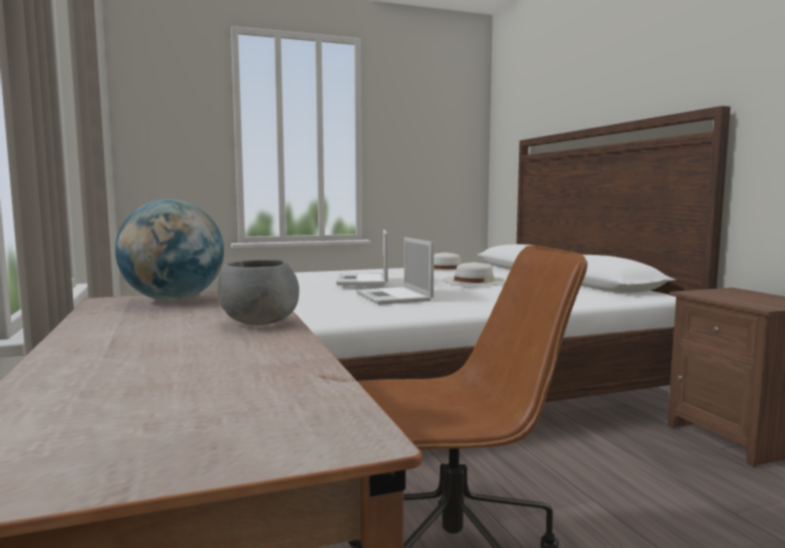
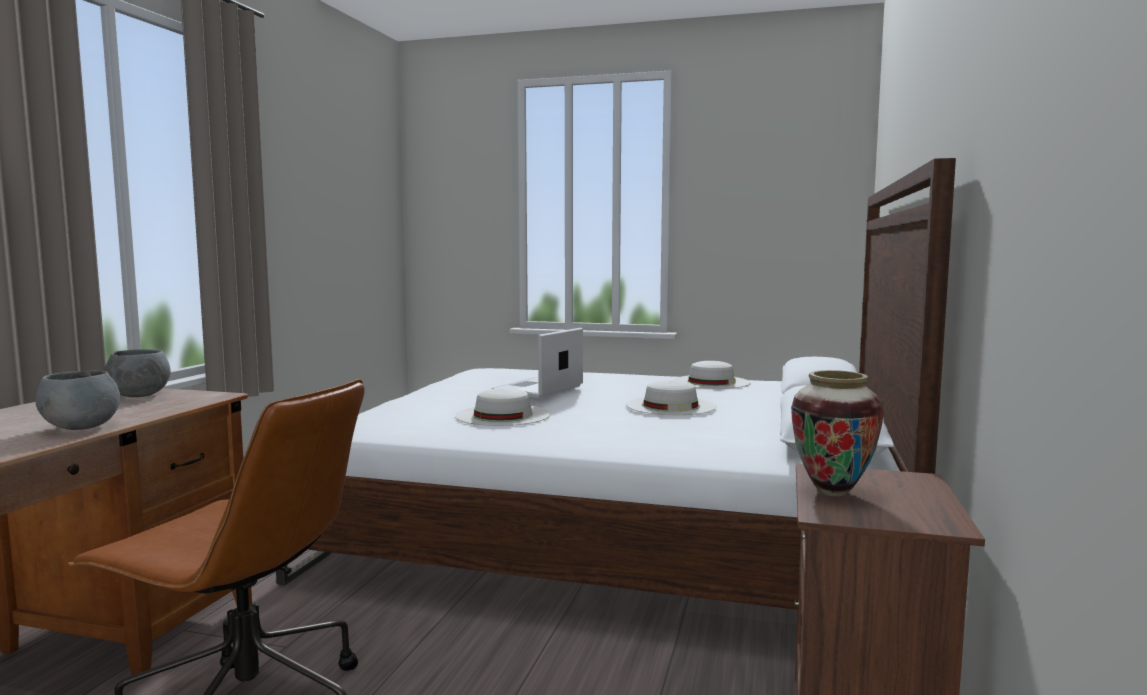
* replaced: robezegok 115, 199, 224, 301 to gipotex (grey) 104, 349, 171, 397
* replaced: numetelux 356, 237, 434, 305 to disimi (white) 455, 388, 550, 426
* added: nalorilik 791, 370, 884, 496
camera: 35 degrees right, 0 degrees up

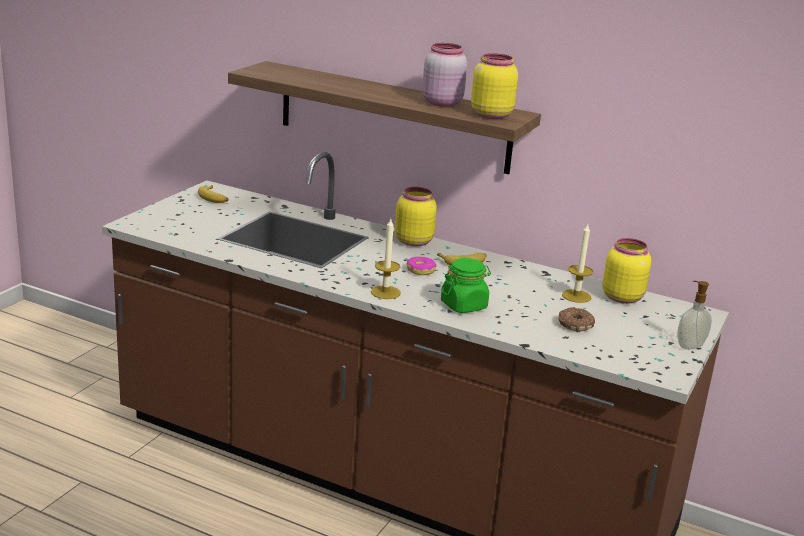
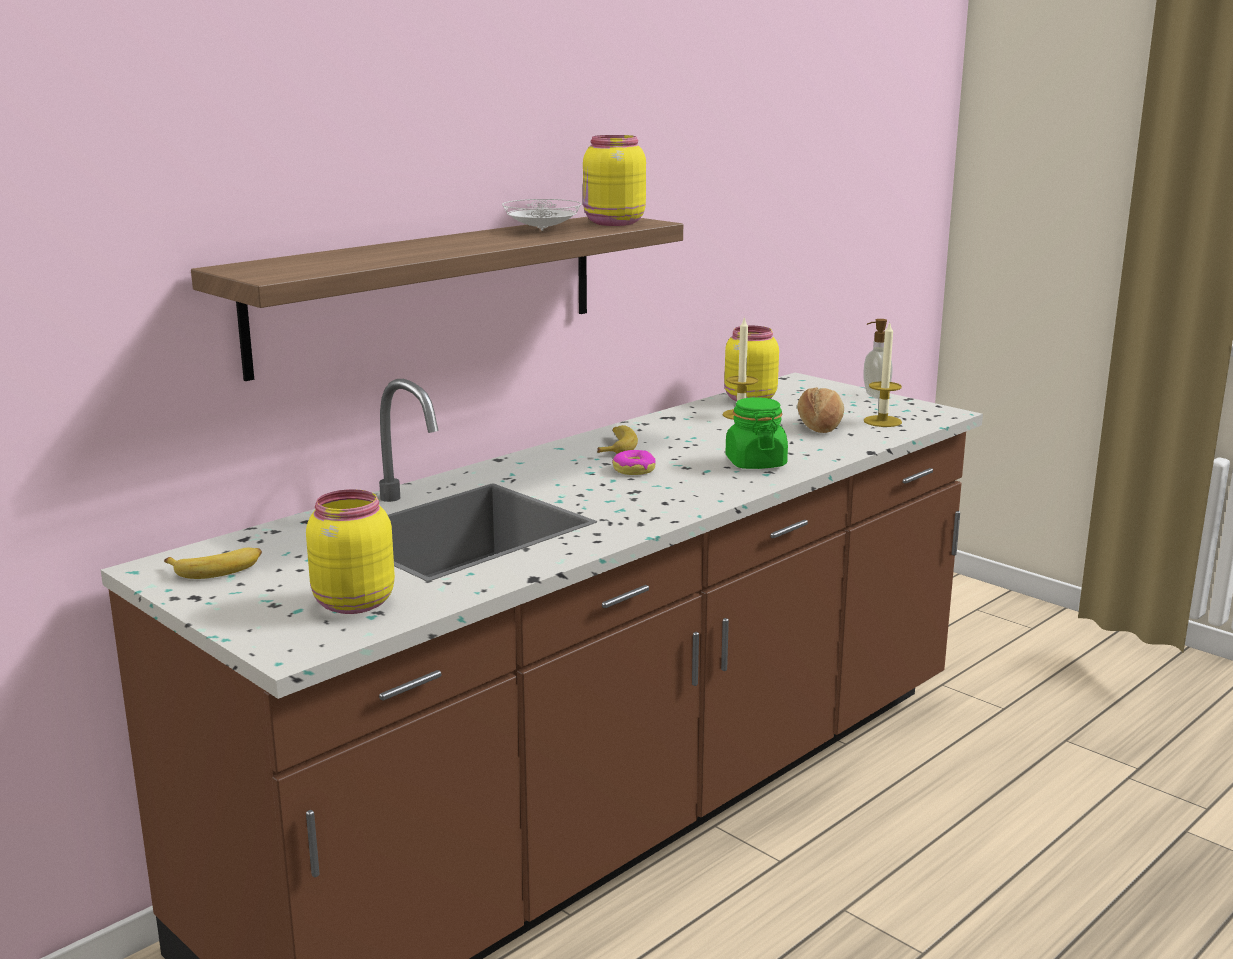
* moved: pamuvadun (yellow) 395, 187, 437, 247 to 306, 489, 395, 614
* replaced: pamuvadun (pink) 422, 43, 467, 107 to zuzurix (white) 502, 199, 581, 231
* replaced: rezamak 558, 307, 595, 331 to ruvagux 797, 387, 844, 433
* moved: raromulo 371, 219, 401, 299 to 864, 321, 902, 427
camera: 70 degrees left, 5 degrees down

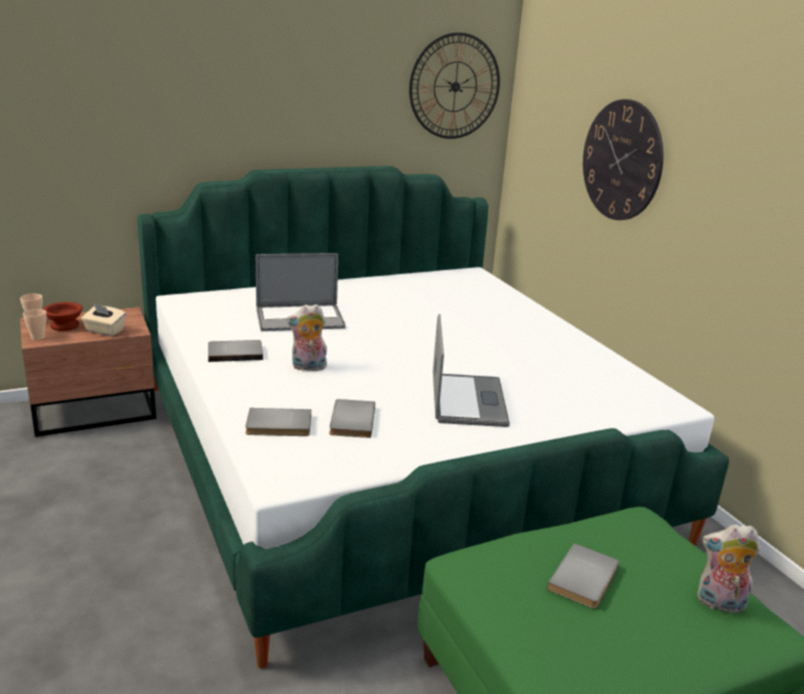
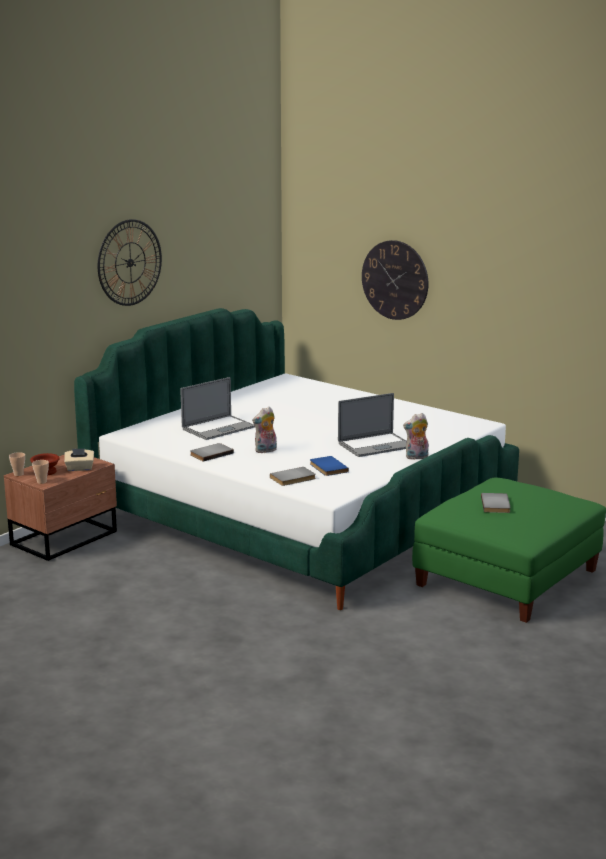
* moved: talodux 409, 32, 500, 139 to 98, 219, 162, 306
* recoloured: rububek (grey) 330, 399, 375, 438 to rububek (blue) 310, 456, 349, 476
* turned: numetelux 433, 314, 510, 427 = 338, 393, 407, 457 90 degrees clockwise
* moved: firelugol 697, 524, 760, 613 to 403, 413, 429, 460
camera: 25 degrees left, 5 degrees down

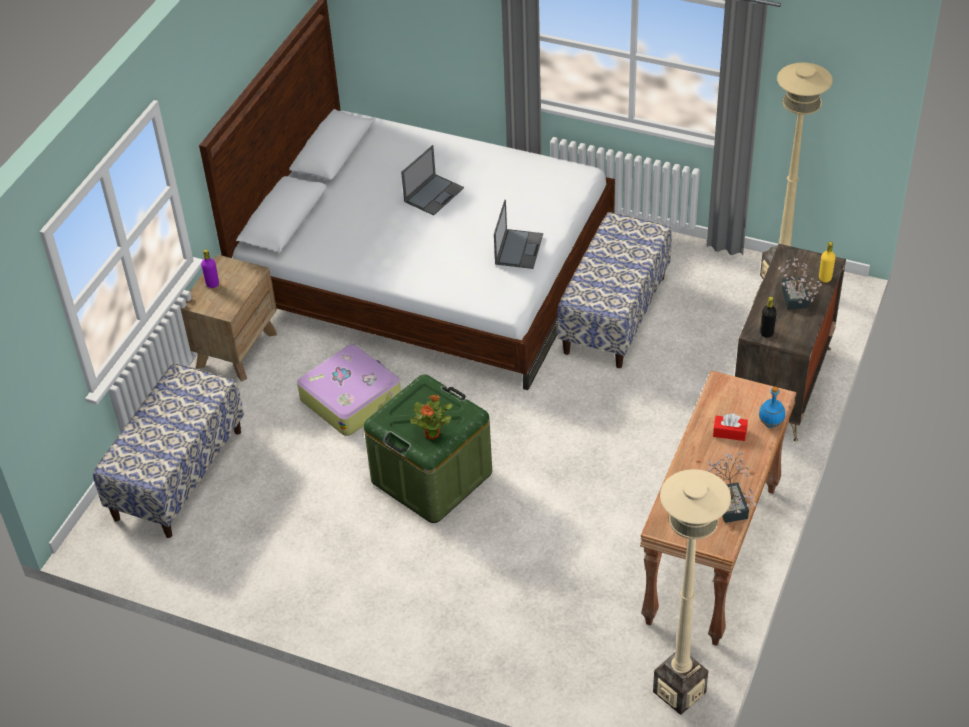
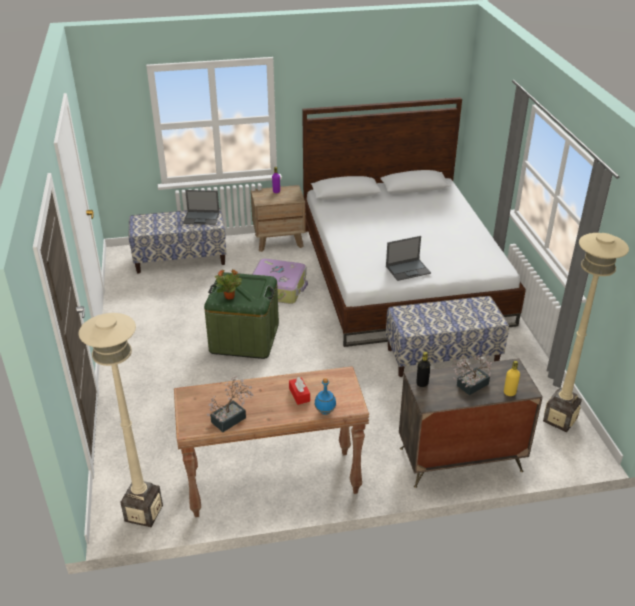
* moved: numetelux 401, 145, 464, 215 to 183, 190, 220, 225
camera: 55 degrees right, 10 degrees down

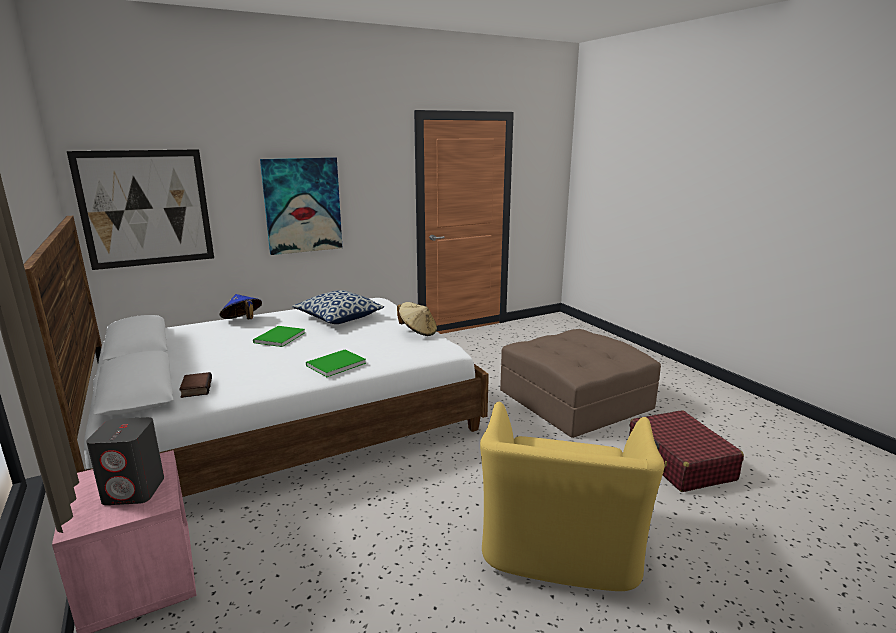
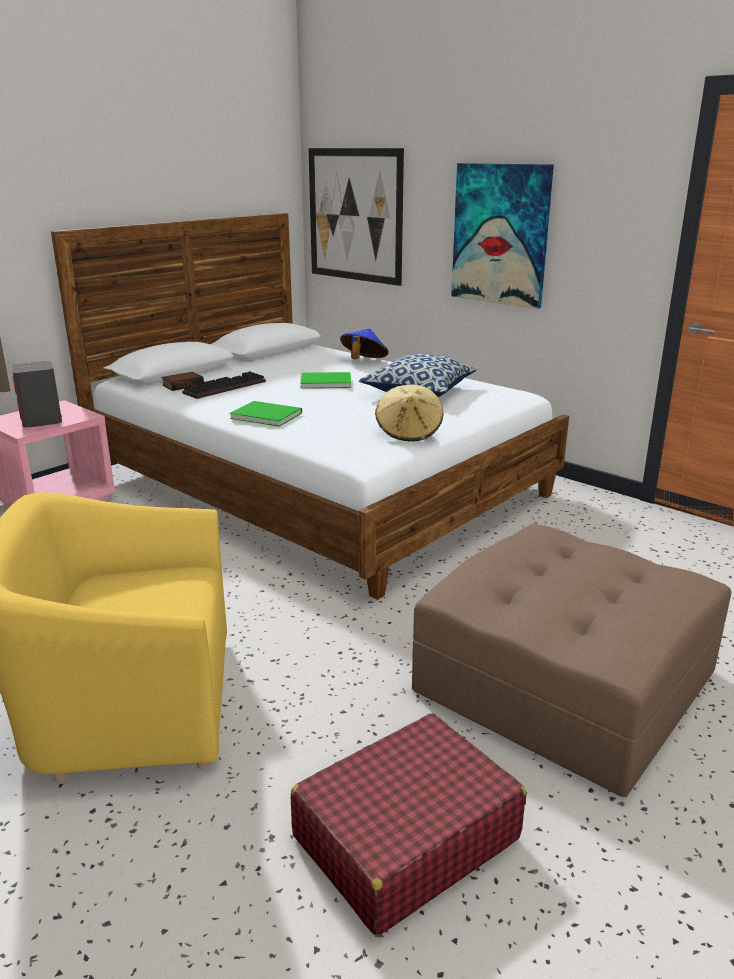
* added: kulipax 182, 371, 266, 399
camera: 70 degrees right, 5 degrees up

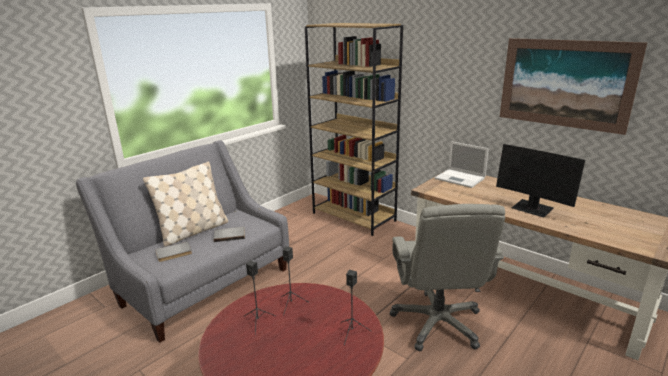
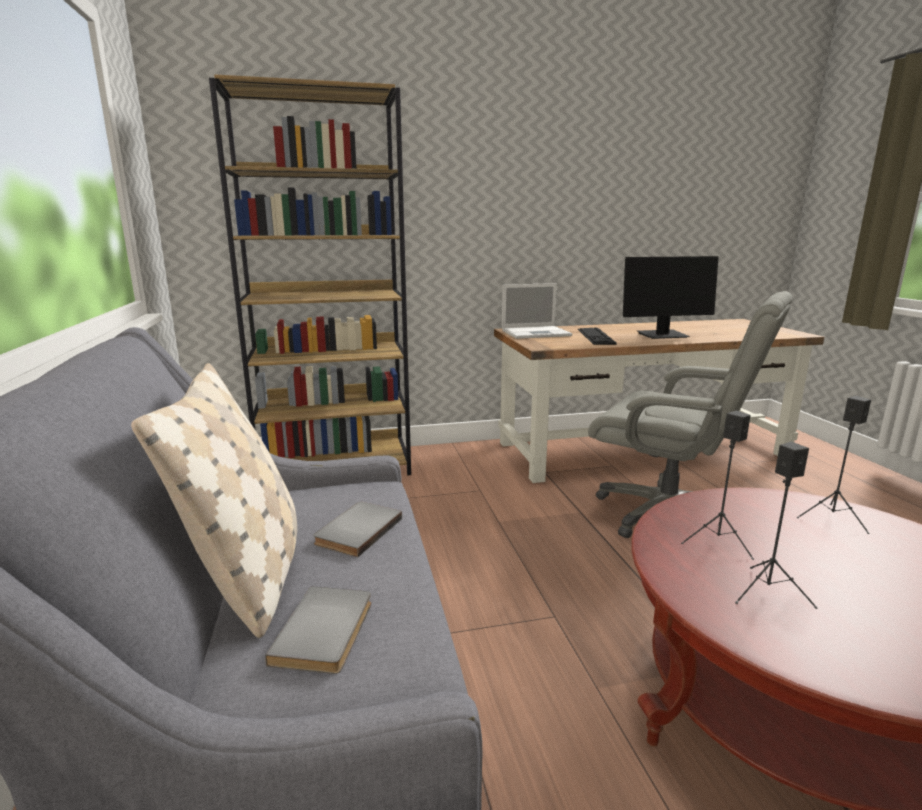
* added: kulipax 578, 327, 617, 345
* removed: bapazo 500, 38, 647, 135
camera: 55 degrees left, 5 degrees down

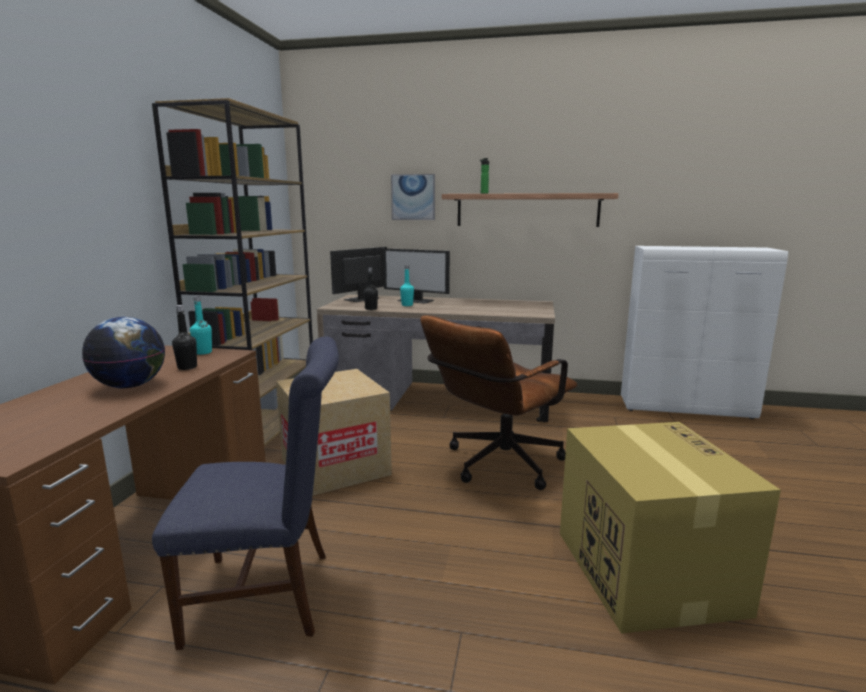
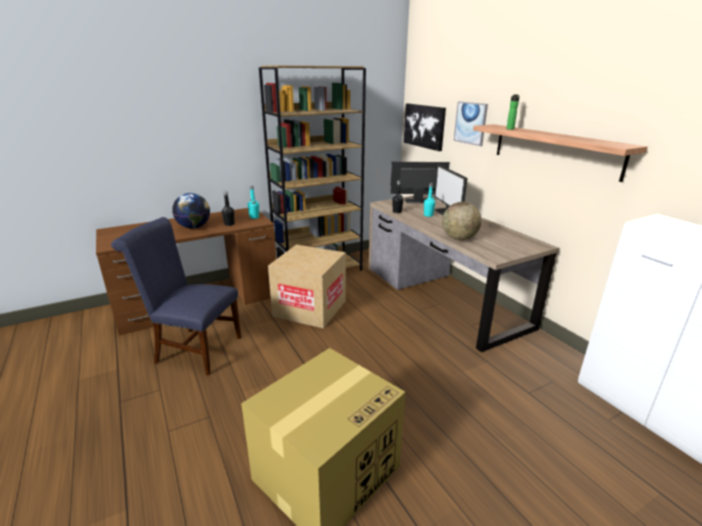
* turned: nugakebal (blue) 152, 337, 339, 650 = 111, 217, 241, 376 150 degrees clockwise
* added: bapazo 404, 103, 446, 151
* added: robezegok 442, 202, 482, 240
* removed: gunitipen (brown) 420, 315, 577, 490
camera: 50 degrees right, 10 degrees up

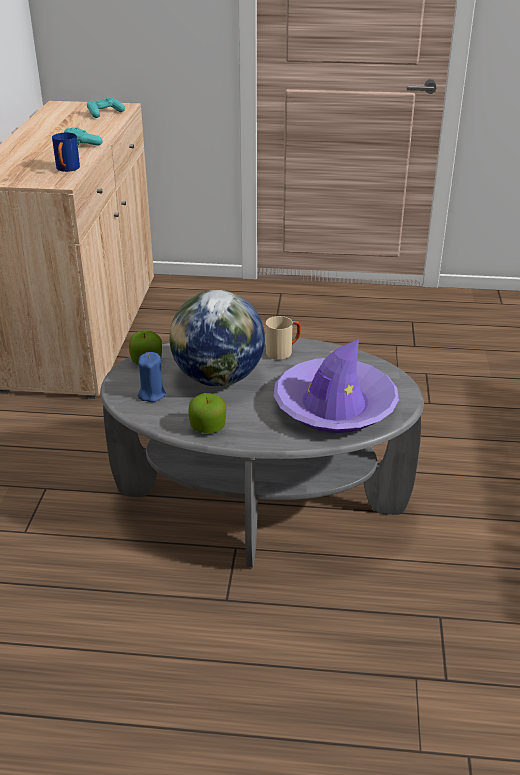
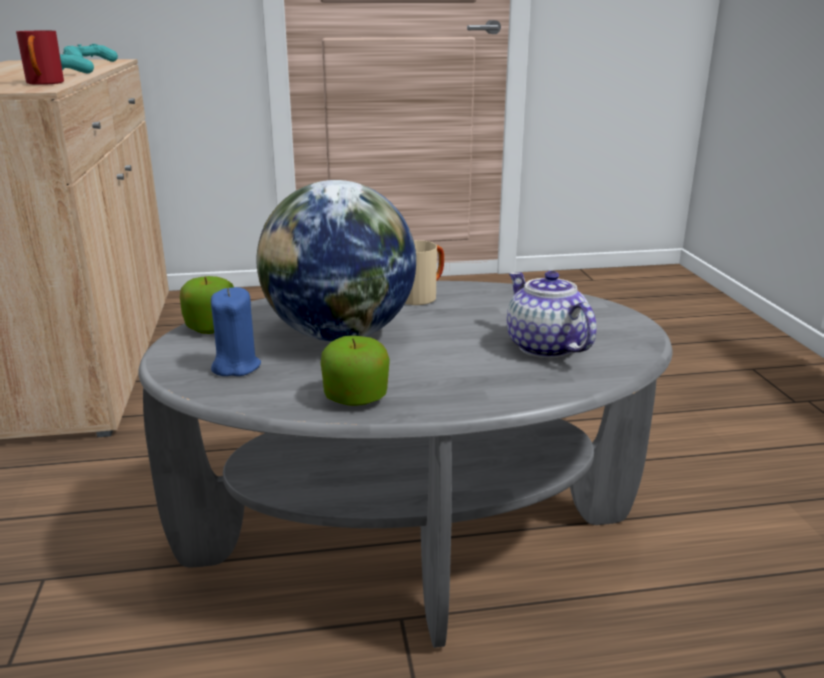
* recoloured: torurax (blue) 52, 133, 80, 172 to torurax (red) 16, 31, 64, 85
* replaced: disimi (purple) 273, 339, 399, 433 to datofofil 507, 271, 597, 359
camera: 15 degrees left, 10 degrees down

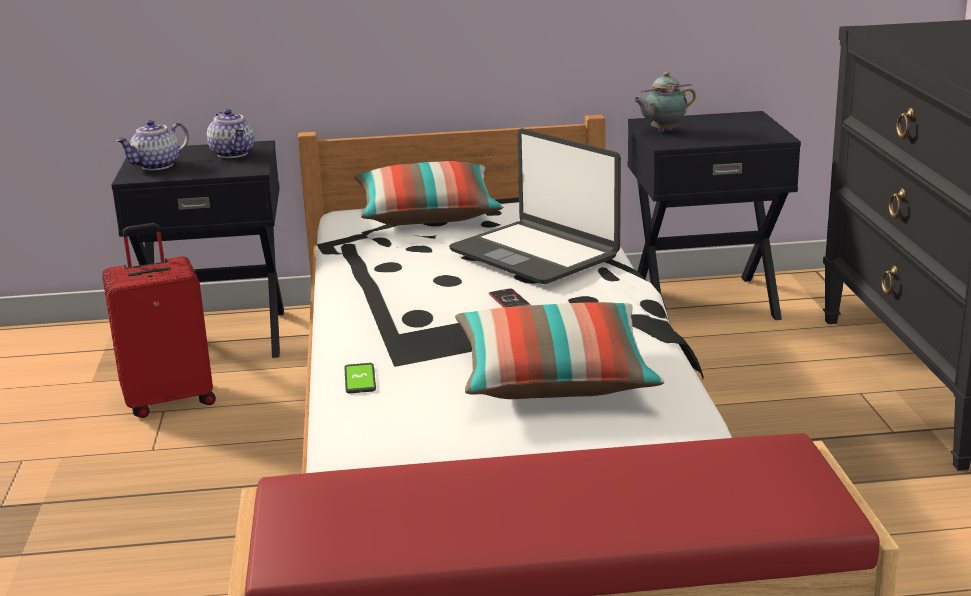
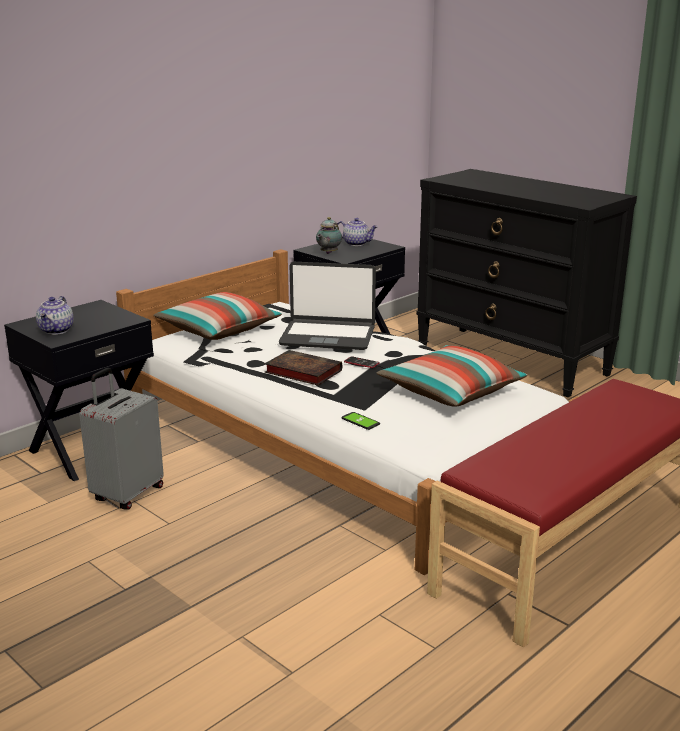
* recoloured: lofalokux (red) 102, 223, 216, 418 to lofalokux (grey) 79, 368, 164, 510
* added: rububek 264, 350, 342, 385
* moved: datofofil 207, 109, 255, 158 to 338, 218, 378, 246
camera: 40 degrees left, 0 degrees up

